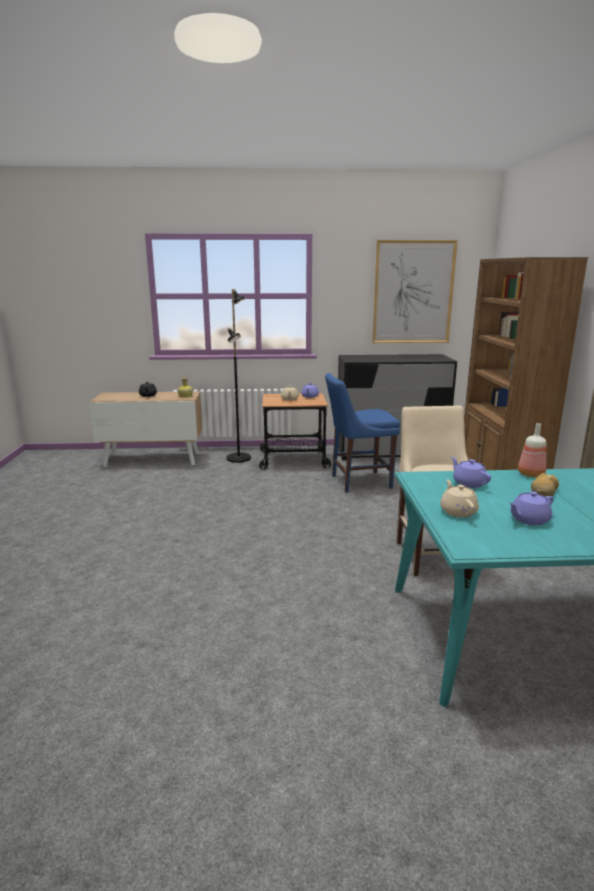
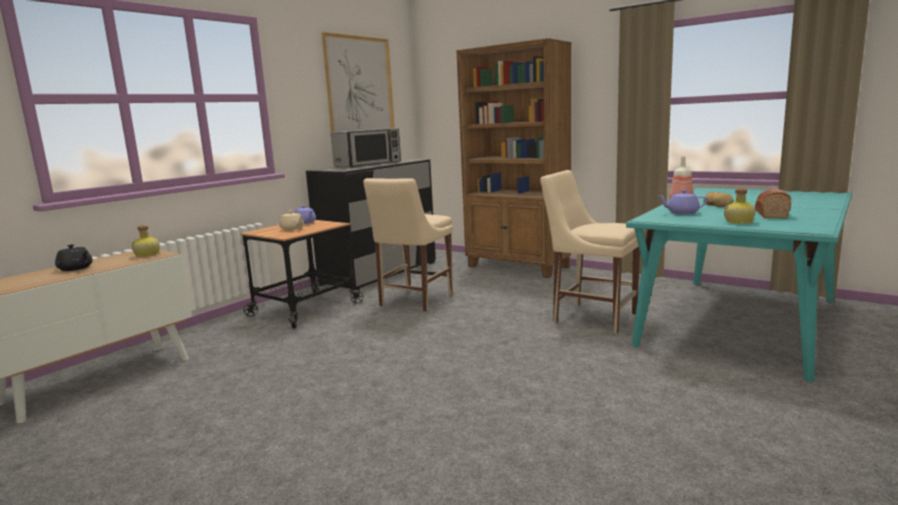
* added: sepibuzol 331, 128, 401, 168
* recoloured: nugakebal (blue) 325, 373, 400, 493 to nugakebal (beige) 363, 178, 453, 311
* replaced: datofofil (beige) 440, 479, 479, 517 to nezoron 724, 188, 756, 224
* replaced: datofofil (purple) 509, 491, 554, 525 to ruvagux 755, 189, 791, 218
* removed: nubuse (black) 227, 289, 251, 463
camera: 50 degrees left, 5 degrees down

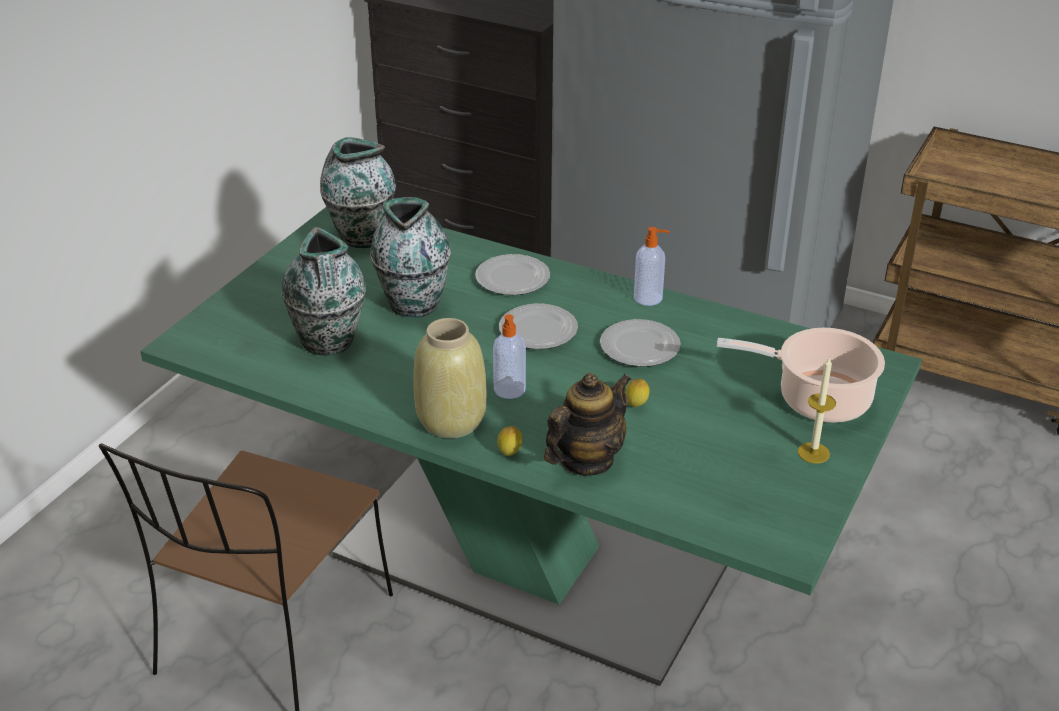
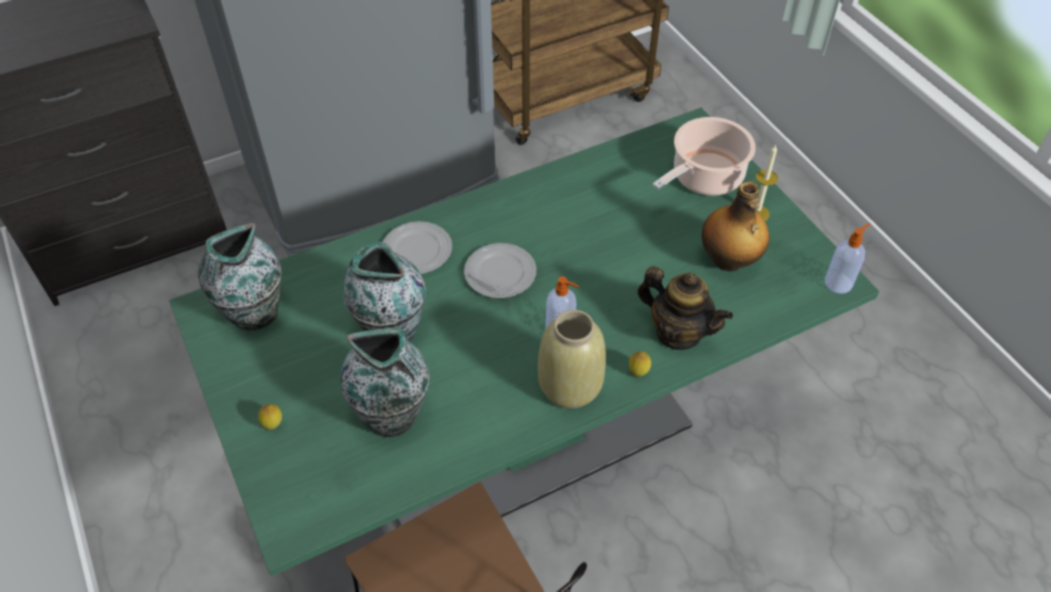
* moved: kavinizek 626, 379, 650, 407 to 258, 404, 282, 430
* turned: datofofil 544, 373, 631, 476 = 637, 266, 733, 350 135 degrees clockwise
* added: nezoron 702, 182, 769, 271
* moved: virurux 634, 227, 670, 306 to 825, 223, 870, 294
* removed: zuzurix 600, 319, 681, 367
camera: 55 degrees left, 15 degrees up

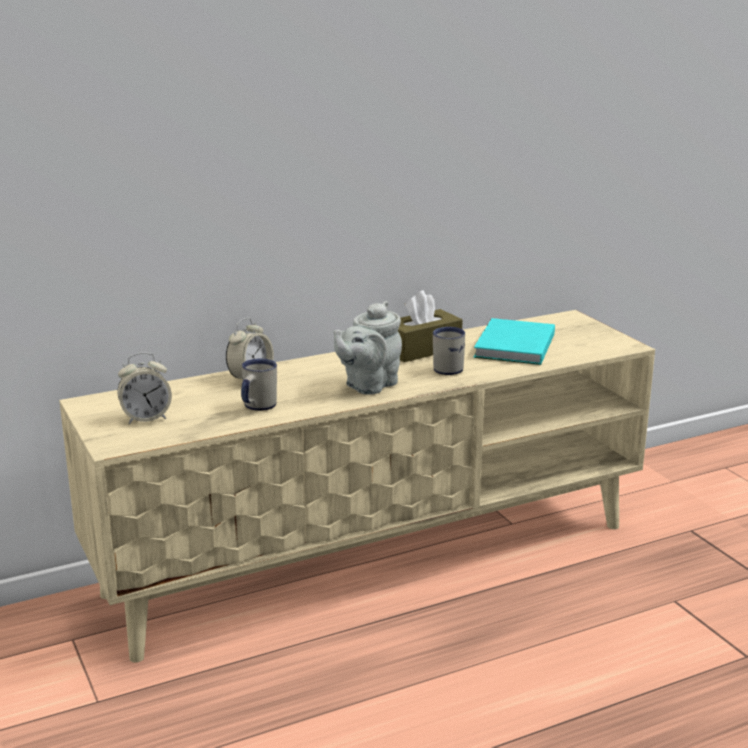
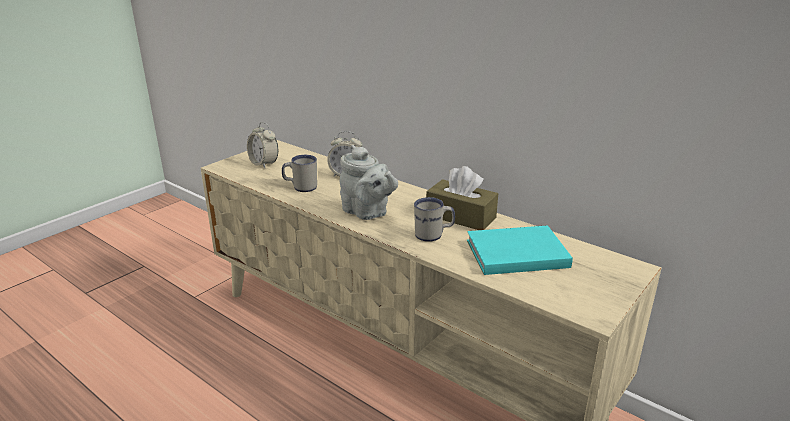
* turned: datofofil (grey) 333, 301, 402, 395 = 339, 145, 398, 220 150 degrees counterclockwise
camera: 65 degrees right, 5 degrees up

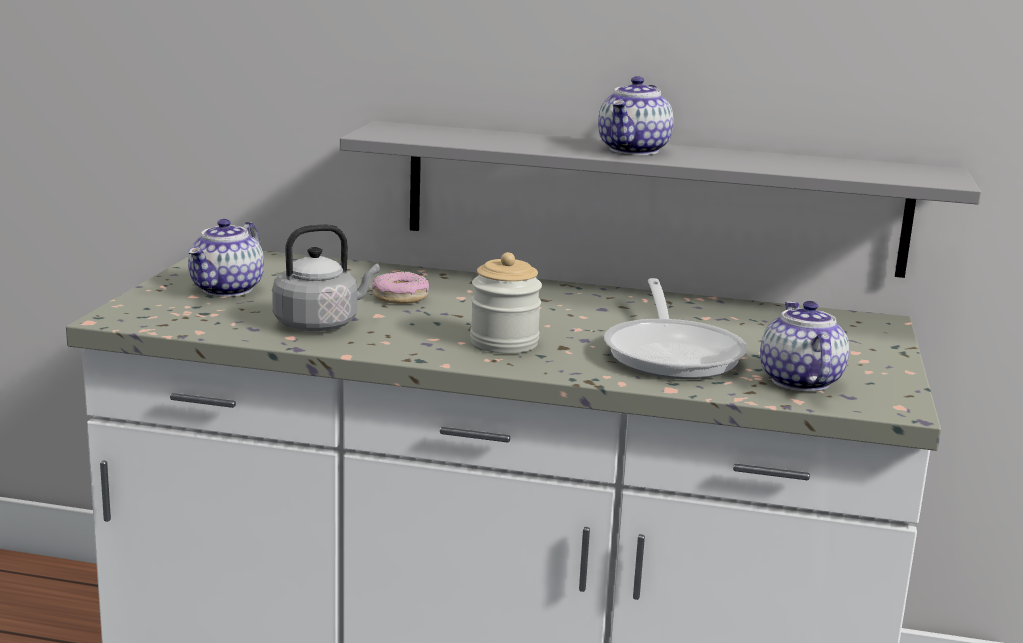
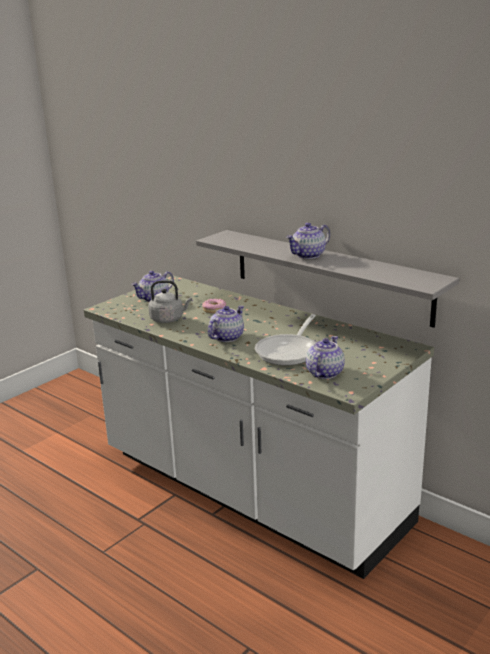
* replaced: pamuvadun 470, 252, 542, 354 to datofofil 208, 305, 244, 342
camera: 30 degrees right, 5 degrees up

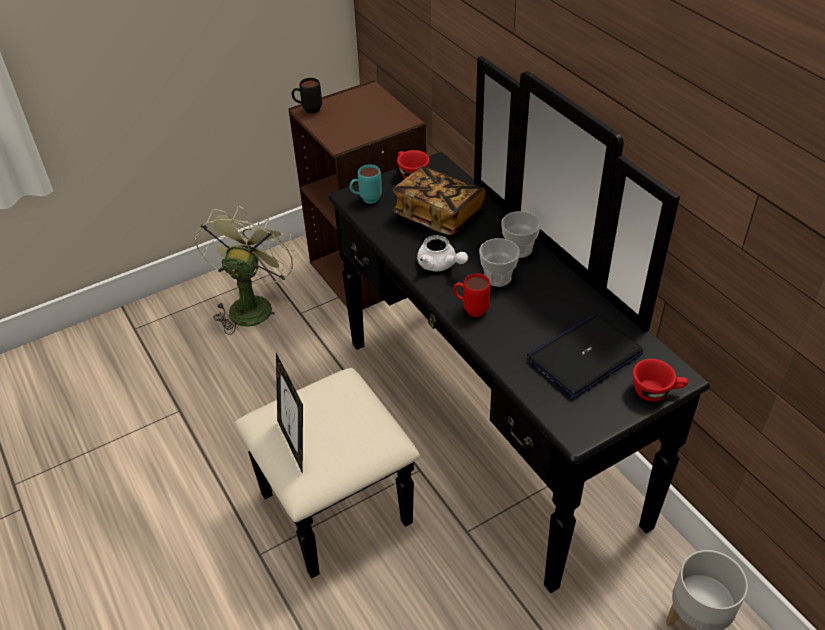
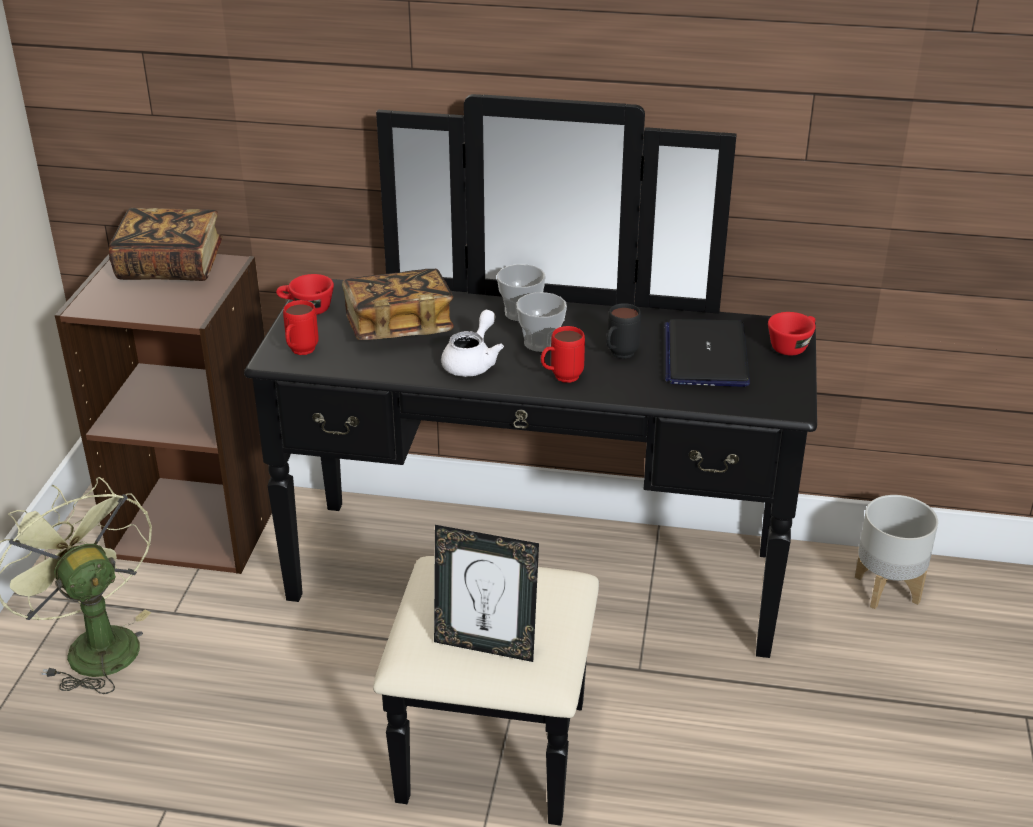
* added: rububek 109, 208, 223, 281
* recoloured: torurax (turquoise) 350, 165, 382, 204 to torurax (red) 283, 300, 319, 355
* turned: datofofil (white) 417, 235, 468, 271 = 441, 310, 504, 377 60 degrees counterclockwise
* moved: torurax (black) 292, 78, 322, 114 to 606, 303, 641, 359
camera: 50 degrees left, 10 degrees down

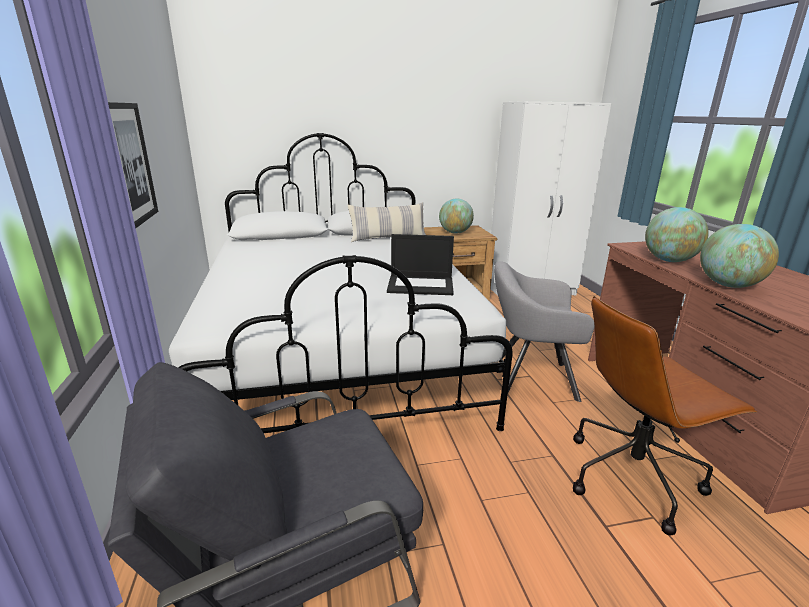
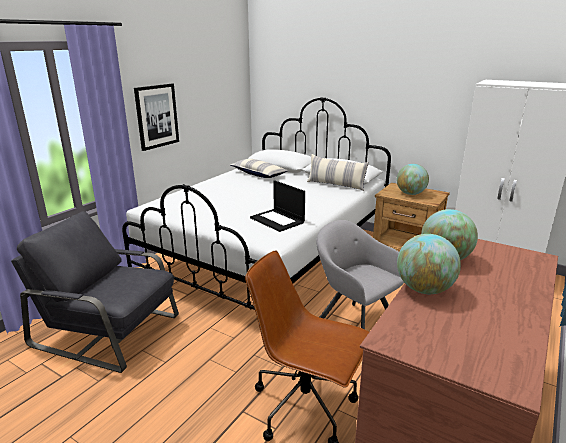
* added: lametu 231, 159, 288, 178
camera: 45 degrees right, 0 degrees up

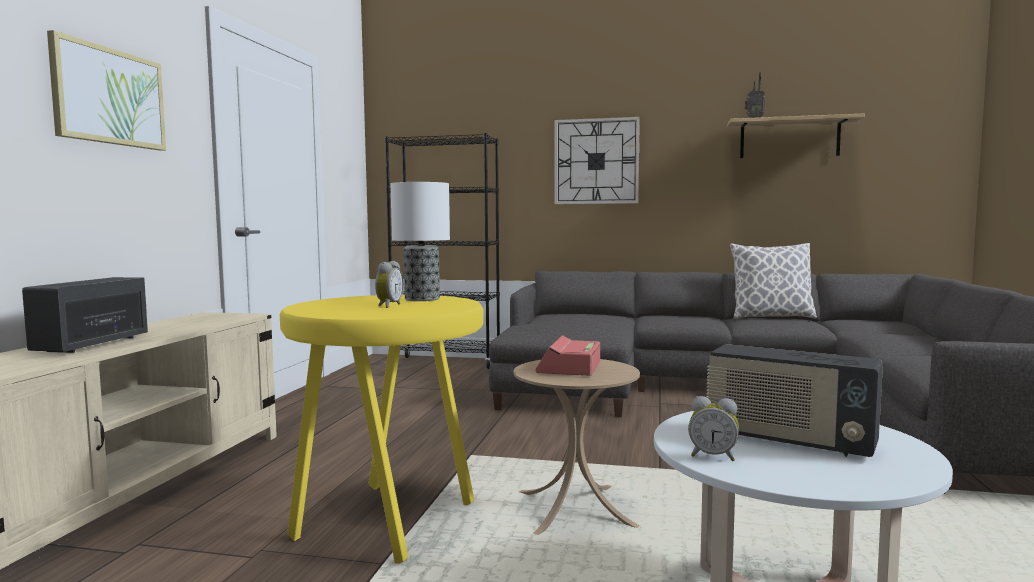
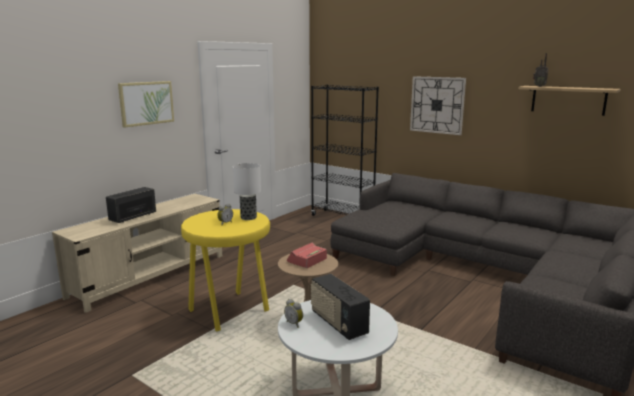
* removed: lametu 730, 243, 817, 319
camera: 25 degrees right, 10 degrees up

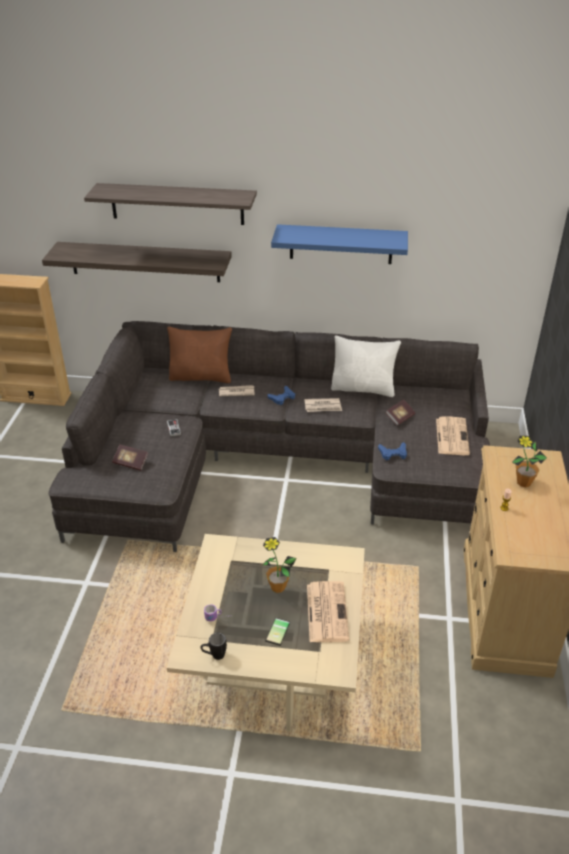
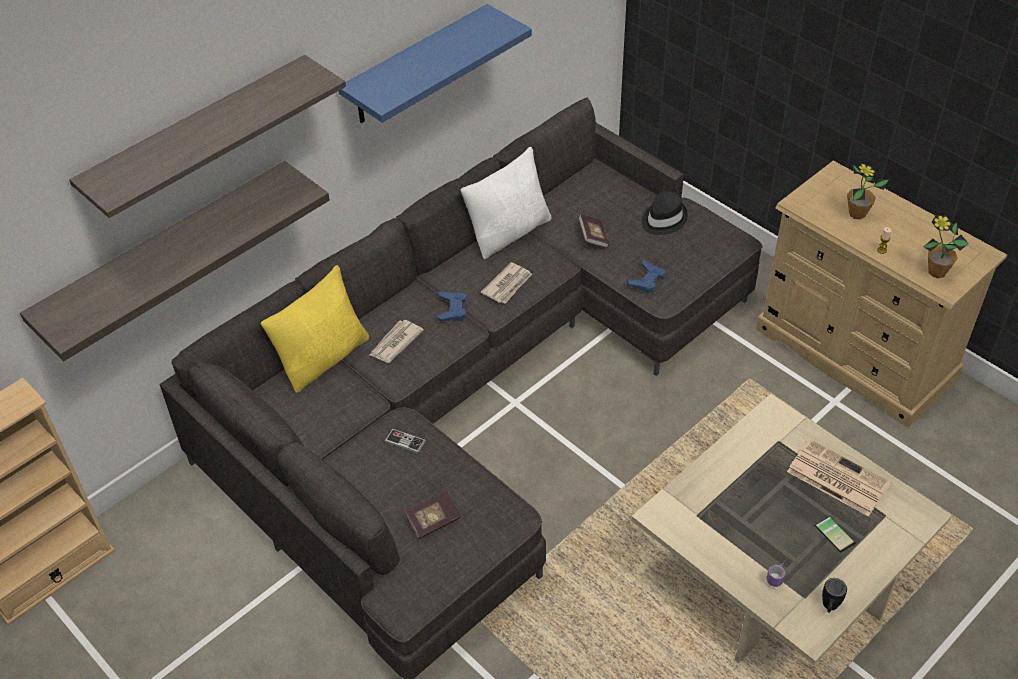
* recoloured: lametu (brown) 167, 327, 232, 383 to lametu (yellow) 261, 265, 369, 393
* replaced: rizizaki 436, 416, 470, 455 to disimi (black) 642, 191, 688, 235
* moved: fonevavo 261, 537, 297, 593 to 923, 215, 969, 278
camera: 50 degrees left, 10 degrees up

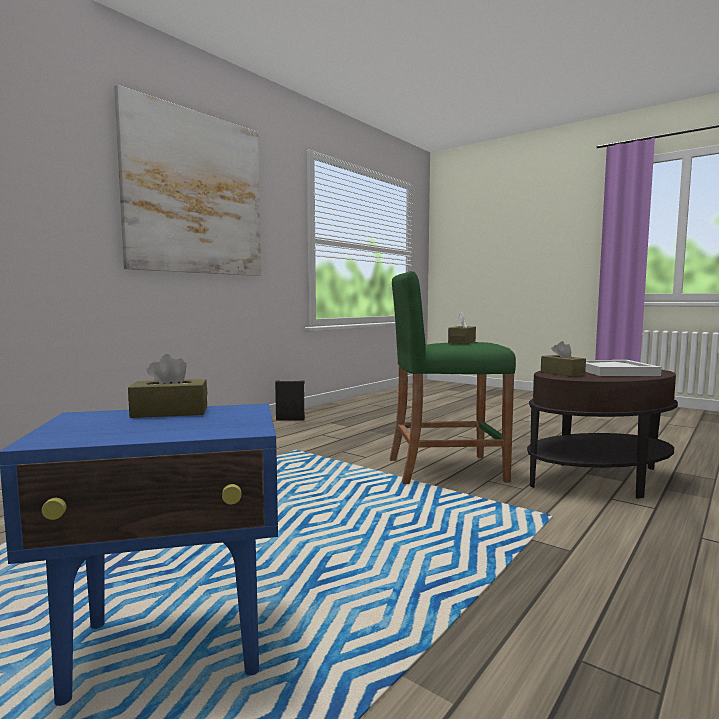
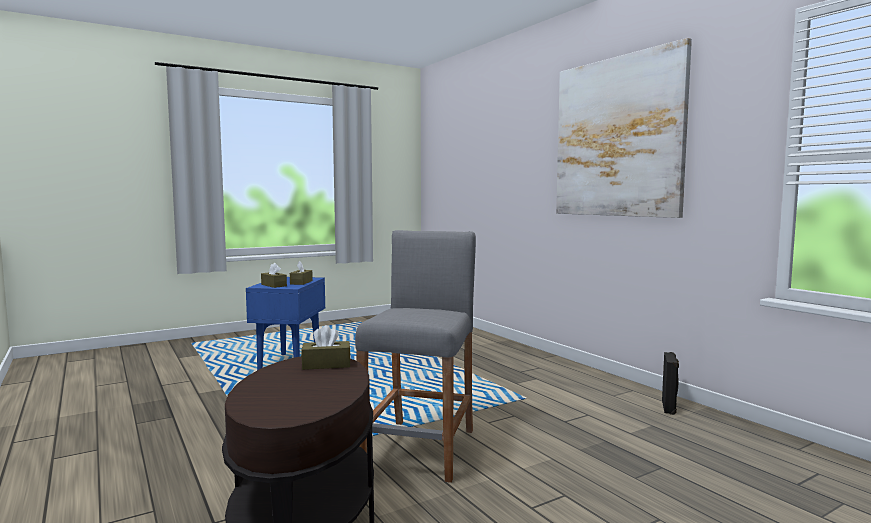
* moved: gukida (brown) 448, 312, 476, 344 to 261, 263, 287, 288
* recoloured: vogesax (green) 390, 271, 516, 484 to vogesax (grey) 355, 230, 476, 483
* removed: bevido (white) 585, 360, 662, 376
camera: 110 degrees right, 0 degrees up

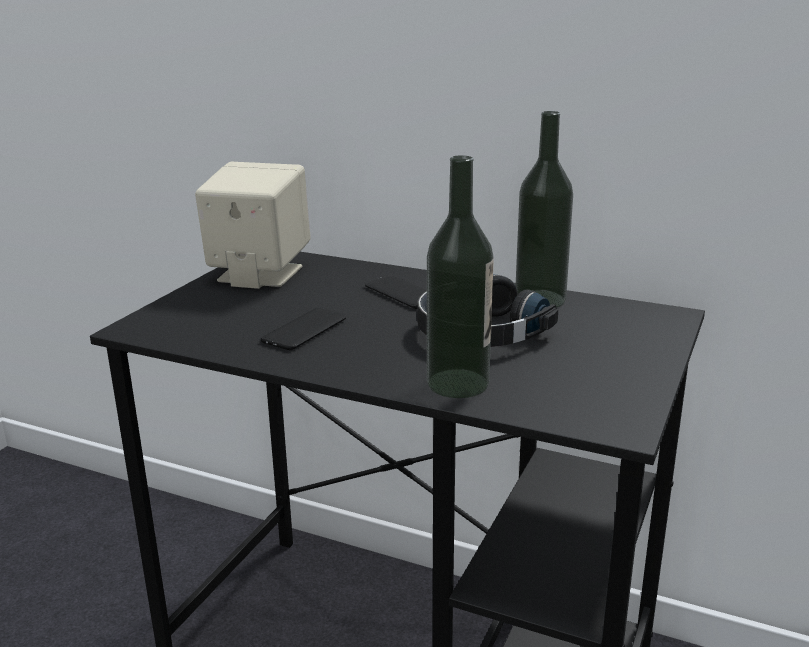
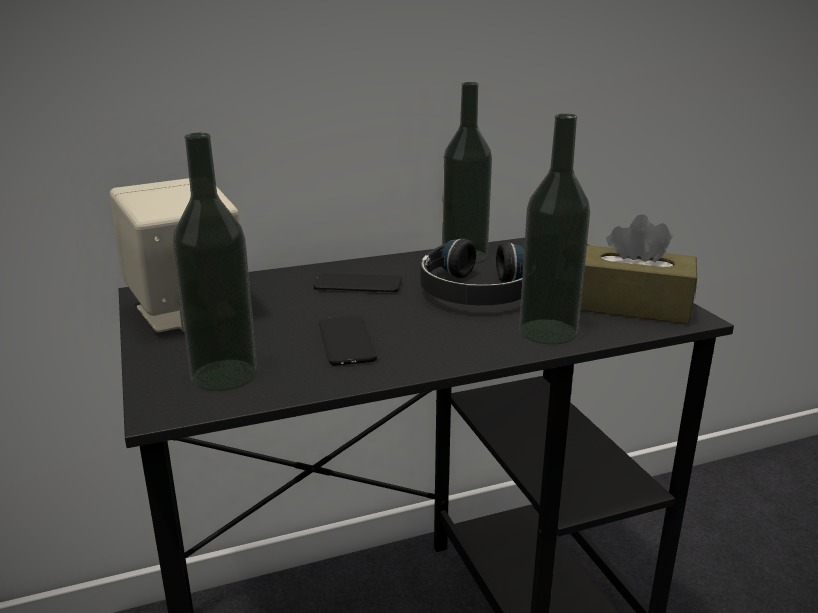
* added: nezoron 173, 133, 257, 391
* added: gukida (brown) 581, 214, 697, 324
camera: 45 degrees left, 0 degrees up

